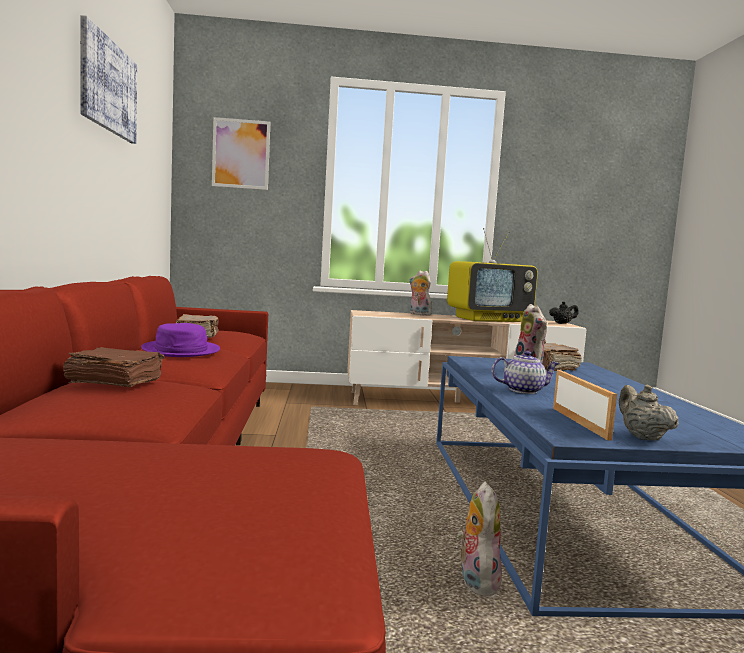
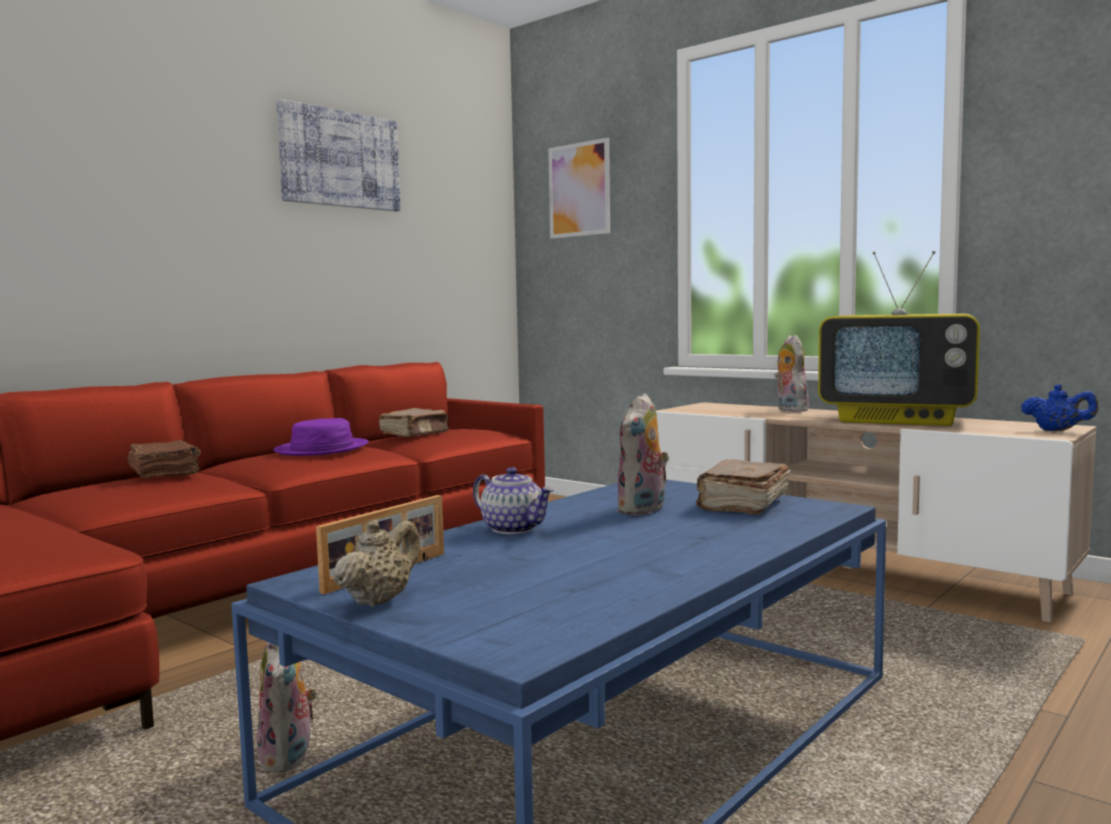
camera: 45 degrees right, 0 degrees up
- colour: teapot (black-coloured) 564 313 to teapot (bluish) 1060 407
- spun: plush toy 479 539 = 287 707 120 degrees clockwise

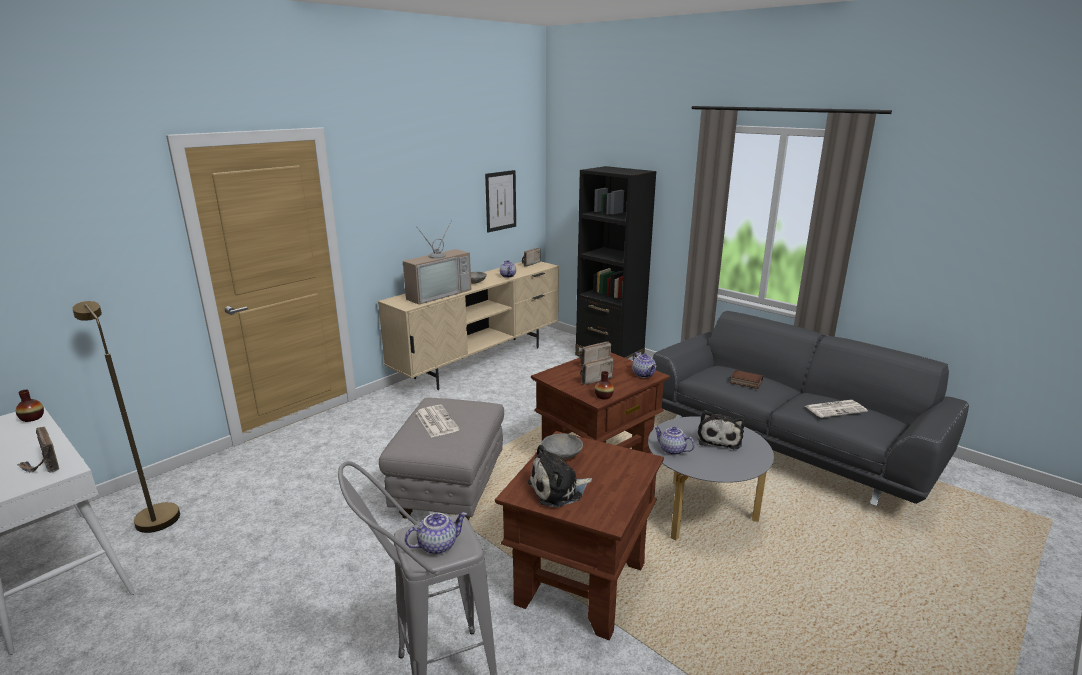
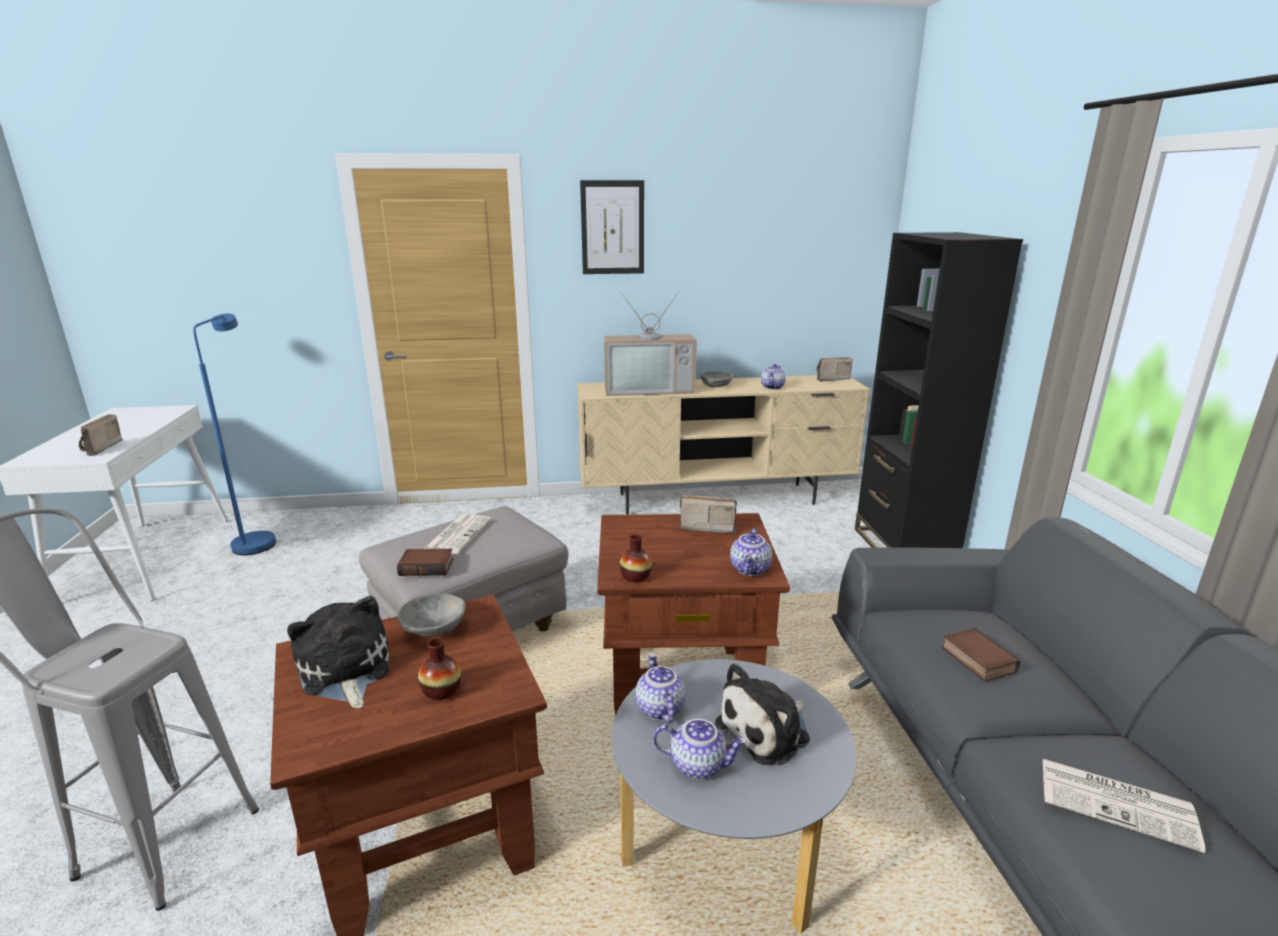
camera: 40 degrees right, 0 degrees up
- missing: radio 597 370
- appeared: bound book 425 562
- relocated: flower vase 30 406 to 439 669
- relocated: teapot 436 533 to 700 749
- relocated: wall picture 500 201 to 612 227
- colour: floor lamp (brownish) 126 417 to floor lamp (bluish) 234 434
- spun: plush toy 560 475 = 338 652 45 degrees clockwise

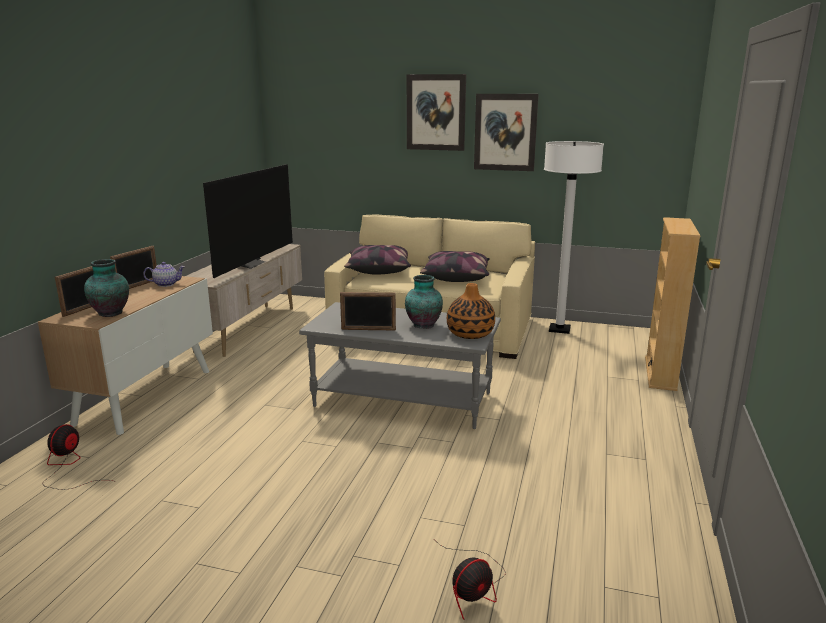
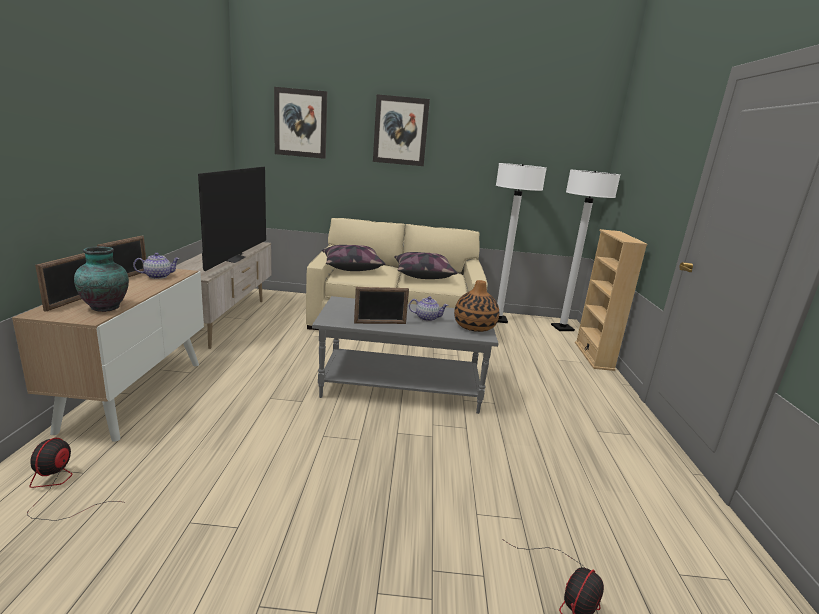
camera: 15 degrees left, 0 degrees up
- appeared: floor lamp (white) 585 250
- relocated: wall picture 506 132 to 300 123
- exchanged: flower vase 424 302 to teapot 429 308

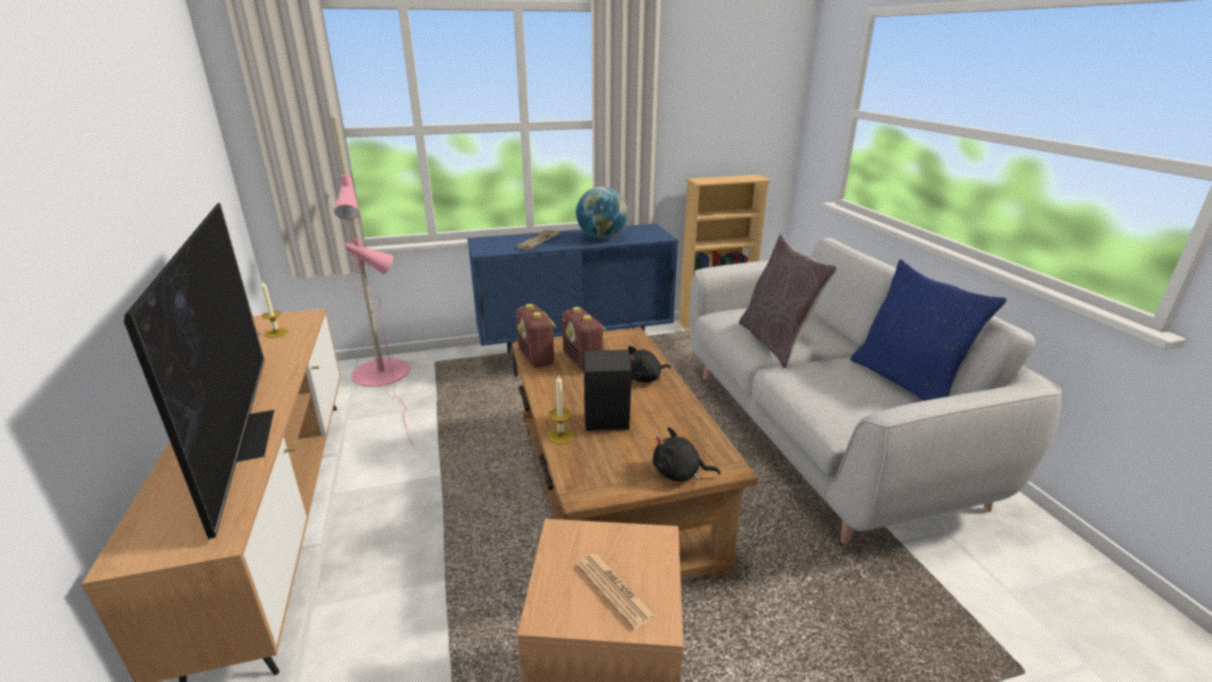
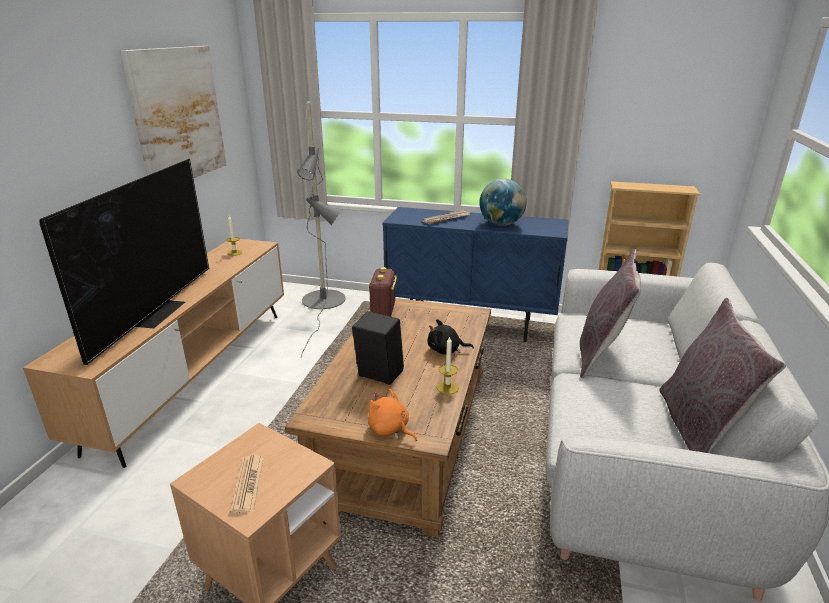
camera: 30 degrees right, 0 degrees up
- missing: radio 584 339
- appeared: wall picture 173 112
- relocated: wax light 561 409 to 448 365
- colour: floor lamp (pink-coloured) 372 281 to floor lamp (grey) 321 229
- colour: plush toy (black-coloured) 687 454 to plush toy (orangey) 392 415
- colour: throw pillow (bluish) 929 330 to throw pillow (grey) 722 375

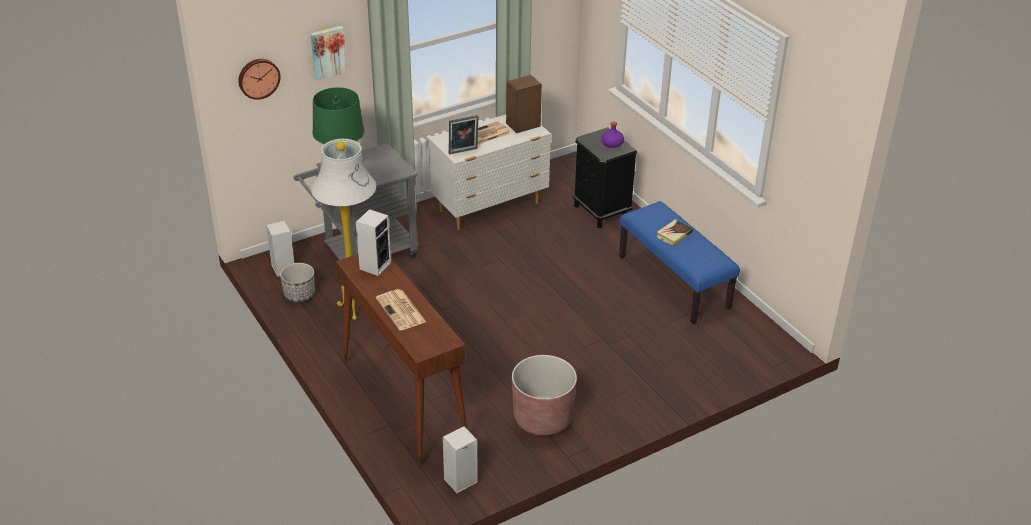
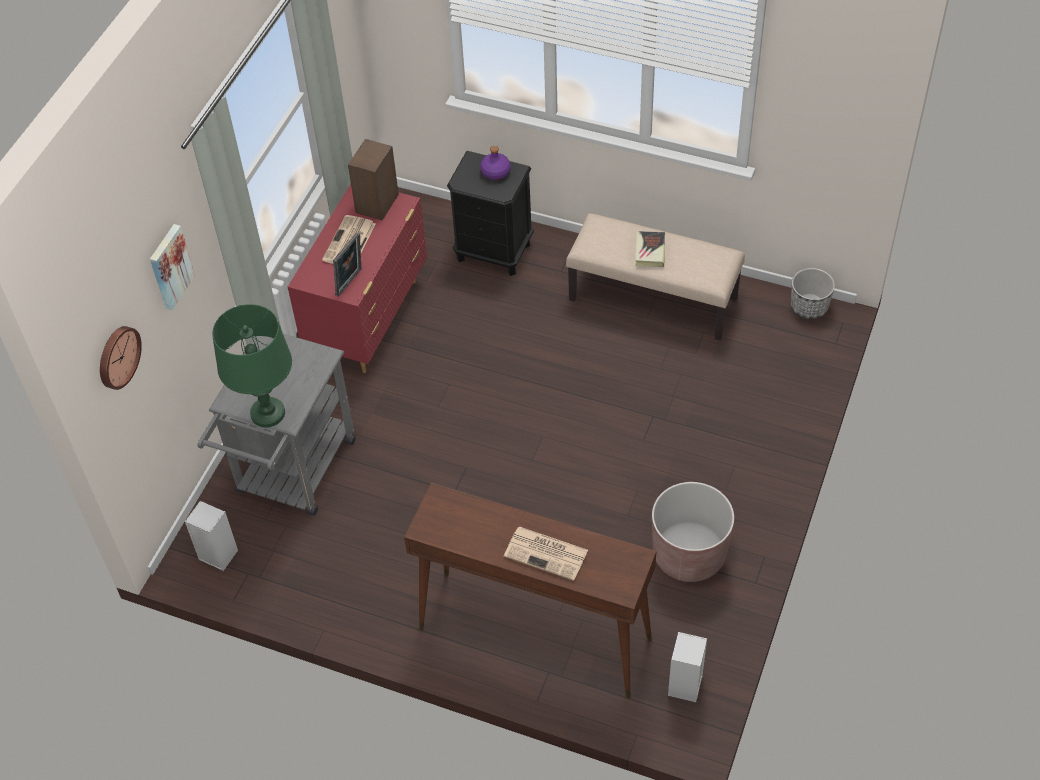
camera: 35 degrees left, 15 degrees up
- missing: floor lamp (white) 343 229
- missing: audio speaker 373 242
- relocated: flower pot 297 282 to 813 293
- colour: chest of drawers (white) 489 172 to chest of drawers (red) 357 278
- colour: long seat (bluish) 679 262 to long seat (beige-coloured) 655 276

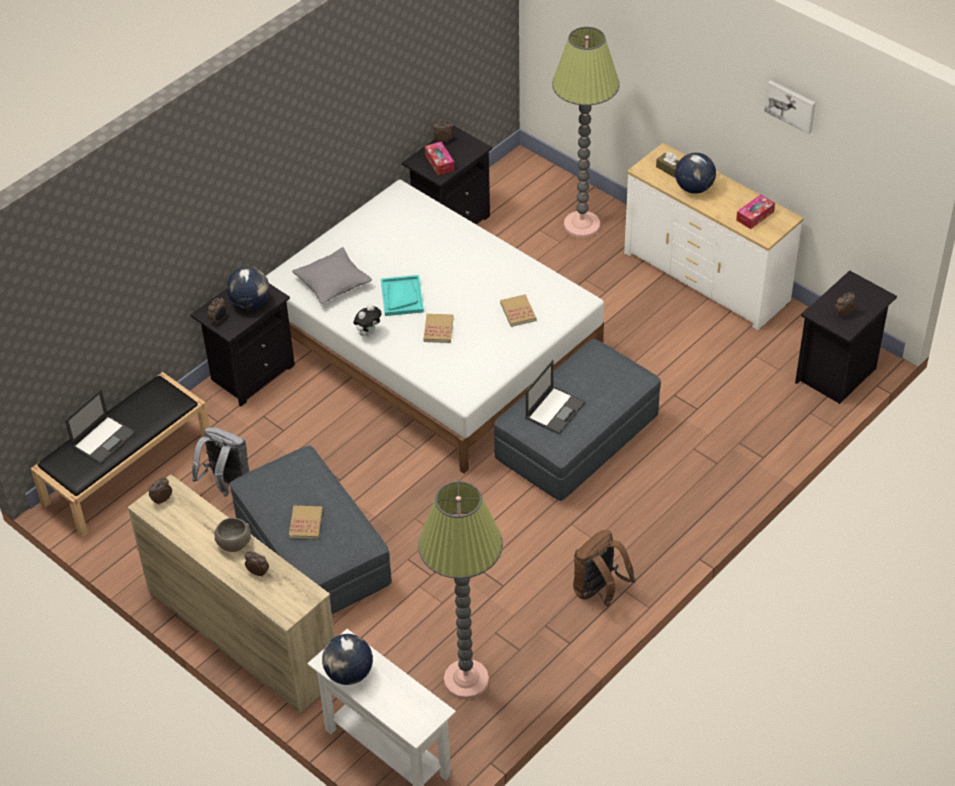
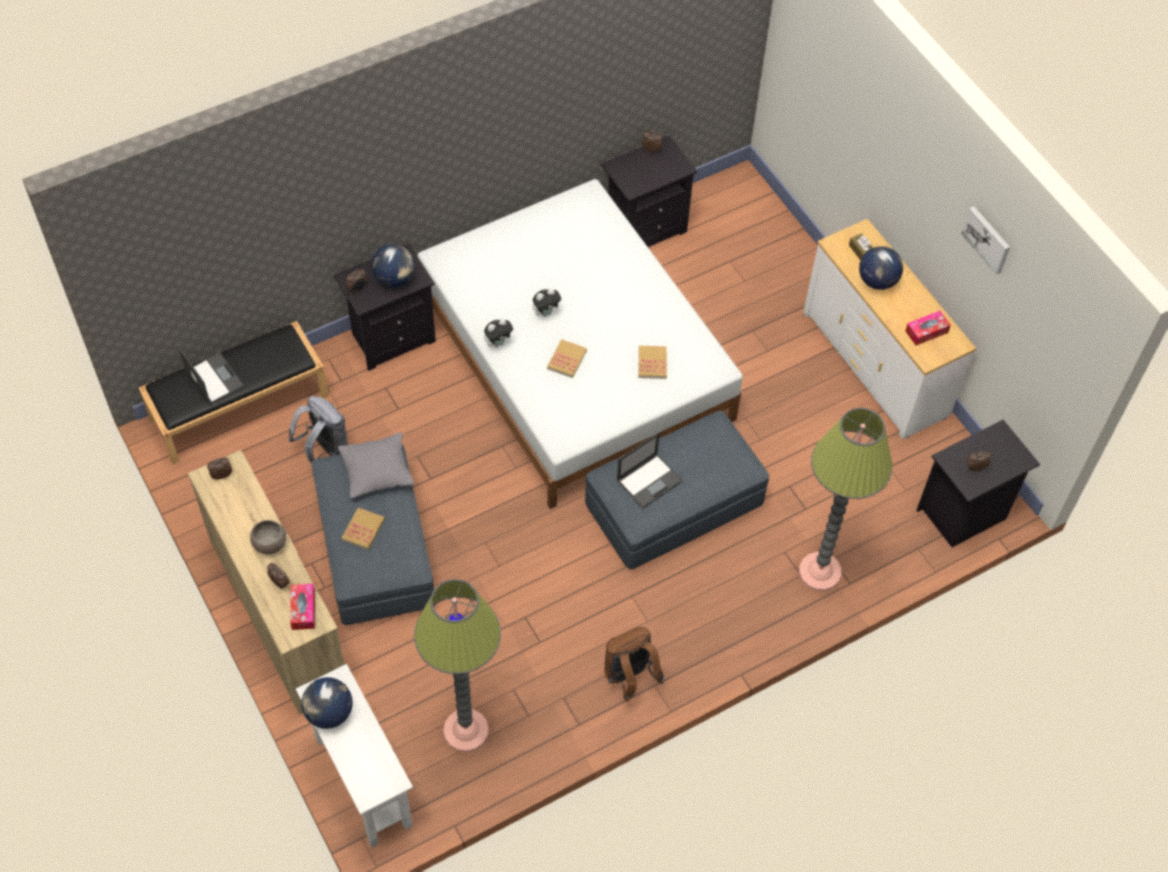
camera: 15 degrees right, 10 degrees up
- relocated: throw pillow (grey) 332 275 to 376 465
- relocated: tissue box 440 158 to 302 607
- relocated: floor lamp 585 132 to 846 499
- exchanged: tray (turquoise) 402 295 to plush toy 547 302
- spun: portable computer 100 426 = 212 376 90 degrees counterclockwise

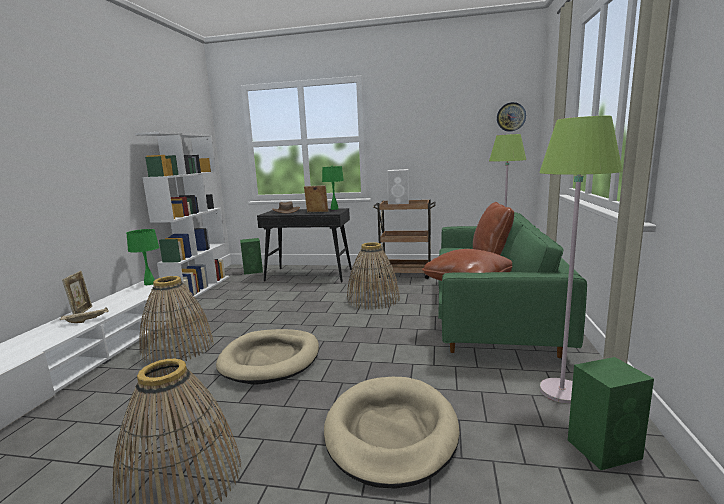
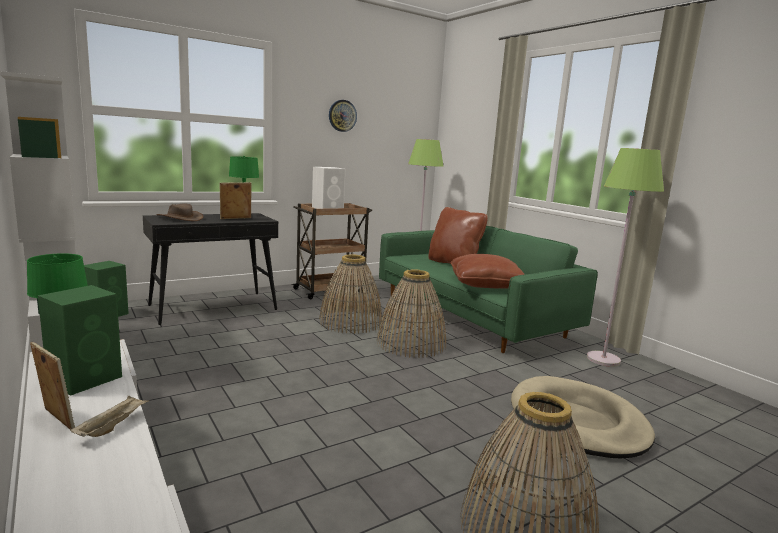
camera: 45 degrees left, 0 degrees up
- missing: dog cushion (beige-coloured) 267 357
- relocated: storage basket 176 320 to 411 313
- relocated: clock on the wall 511 117 to 343 116
- relocated: audio speaker (greenish) 611 413 to 80 340

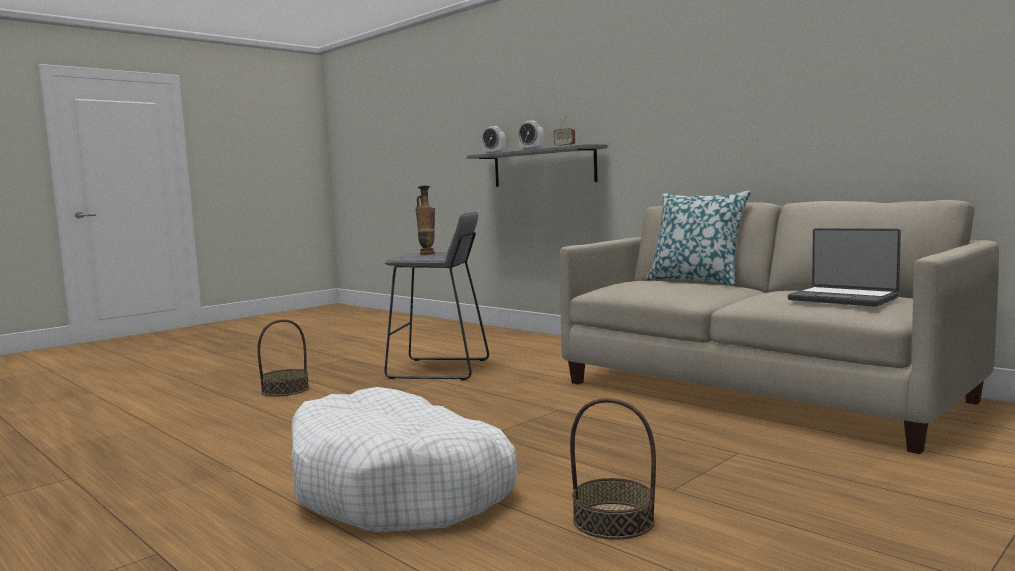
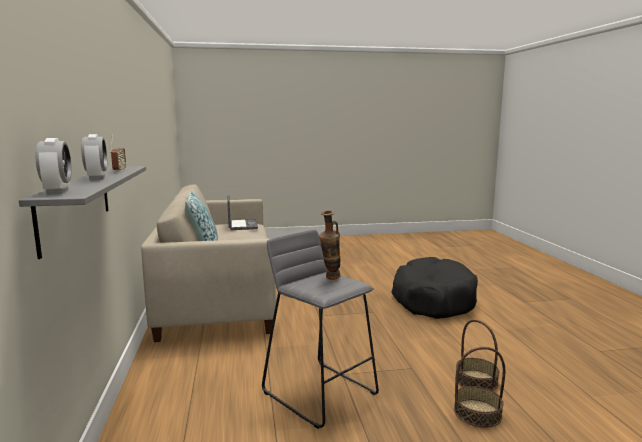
camera: 145 degrees left, 5 degrees up
- relocated: storage basket 613 469 to 477 355
- colour: dog cushion (white) 404 459 to dog cushion (black-coloured) 434 288

